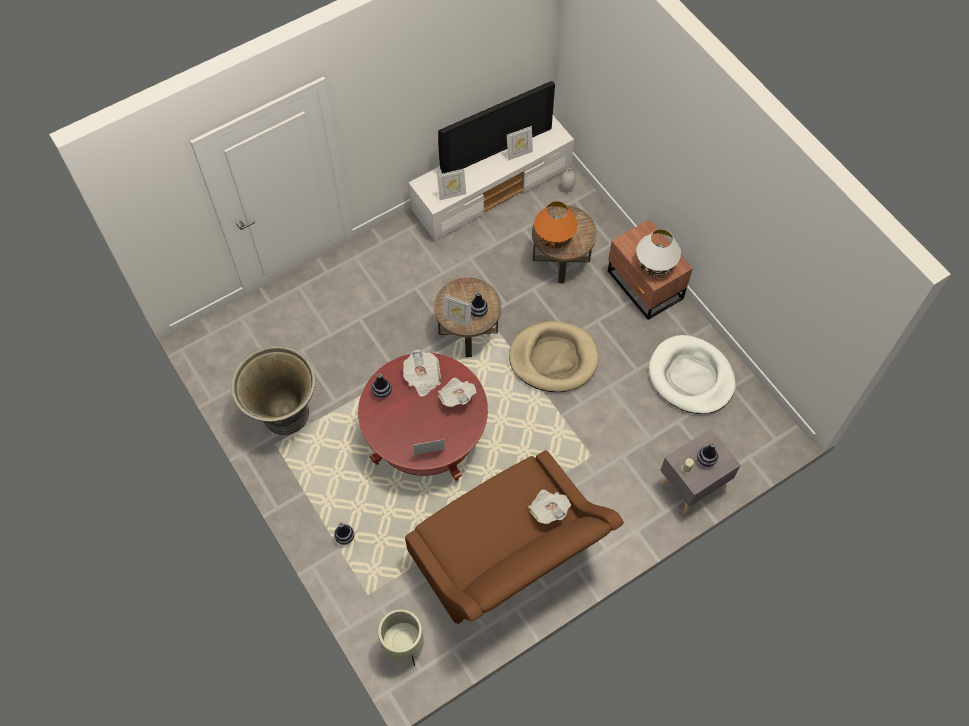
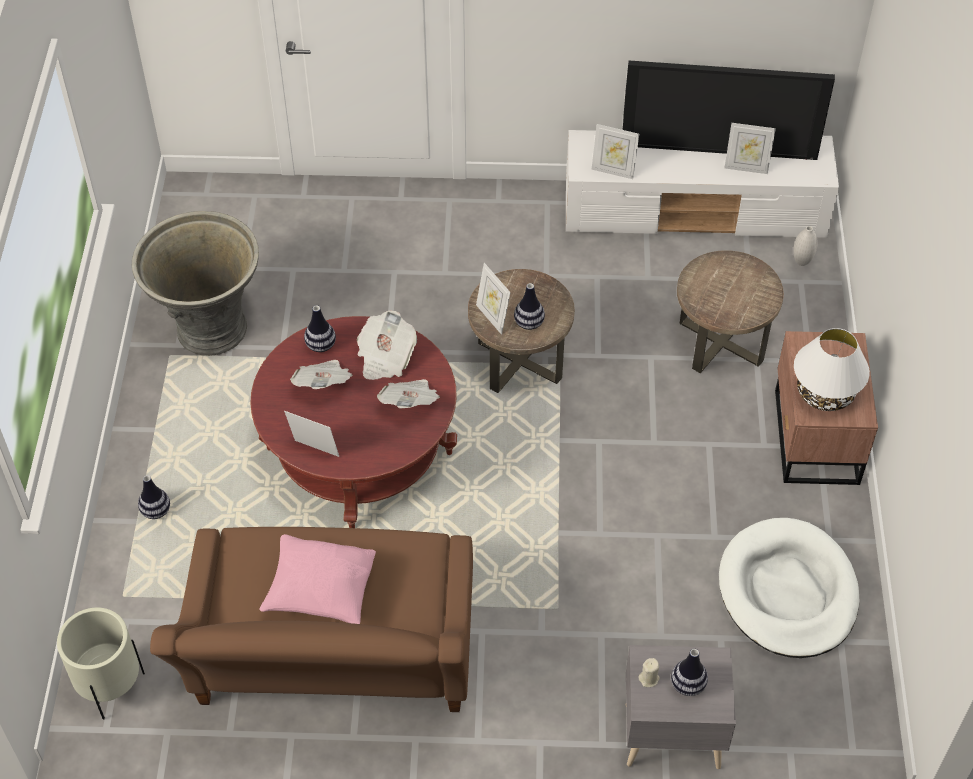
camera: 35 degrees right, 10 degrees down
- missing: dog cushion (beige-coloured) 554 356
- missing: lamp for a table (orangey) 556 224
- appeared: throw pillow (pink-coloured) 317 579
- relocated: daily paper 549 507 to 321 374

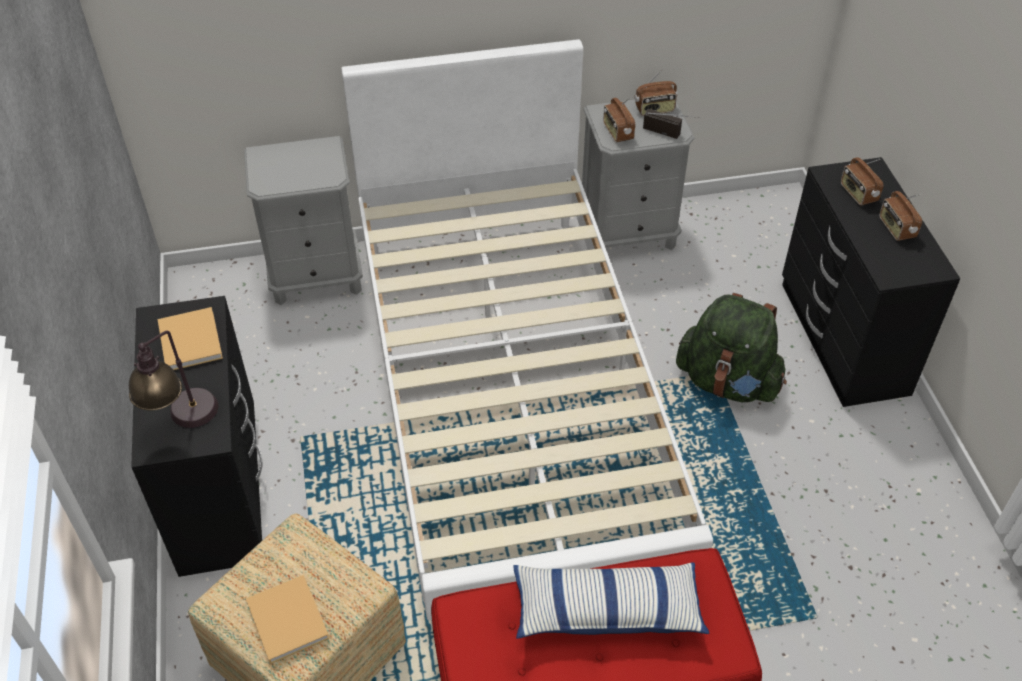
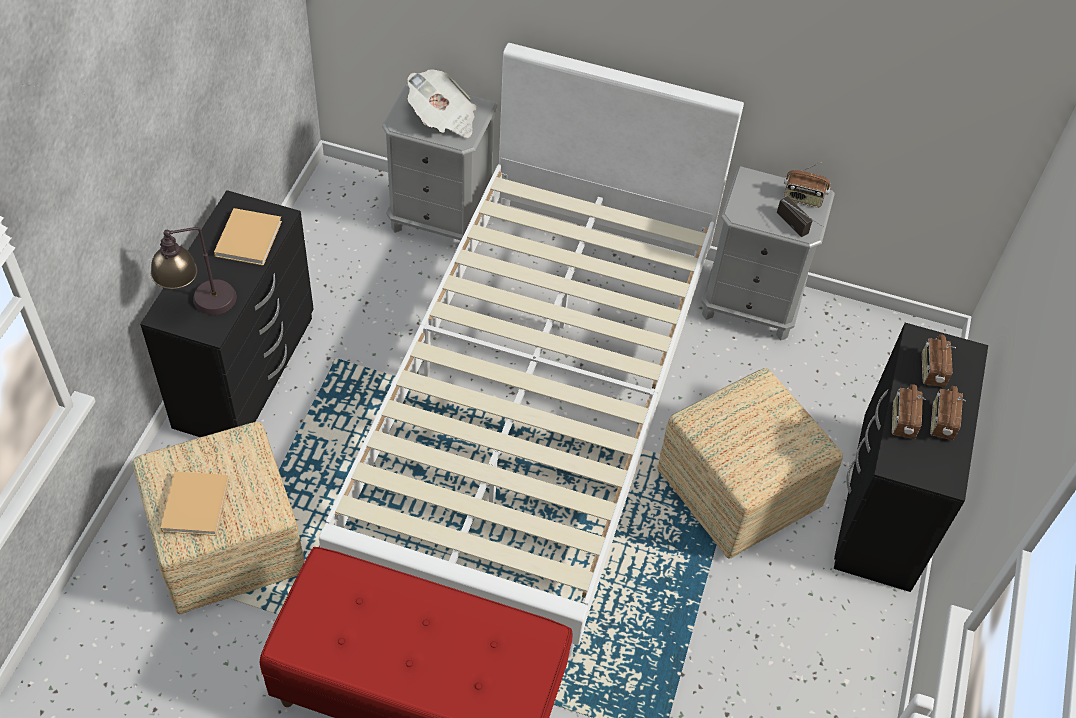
camera: 25 degrees right, 5 degrees up
- missing: throw pillow 611 600
- appeared: daily paper 441 104
- relocated: radio 619 120 to 909 411
- exchanged: knapsack (greenish) 731 347 to pouffe 750 463

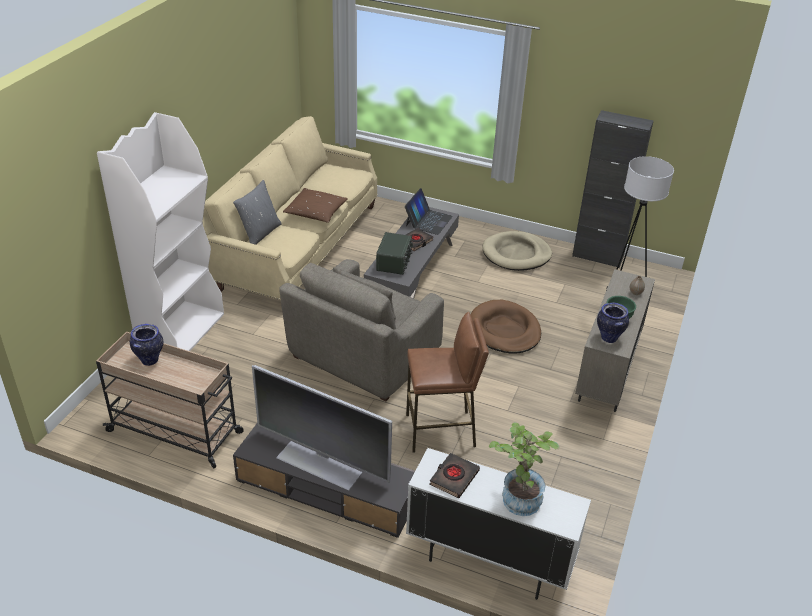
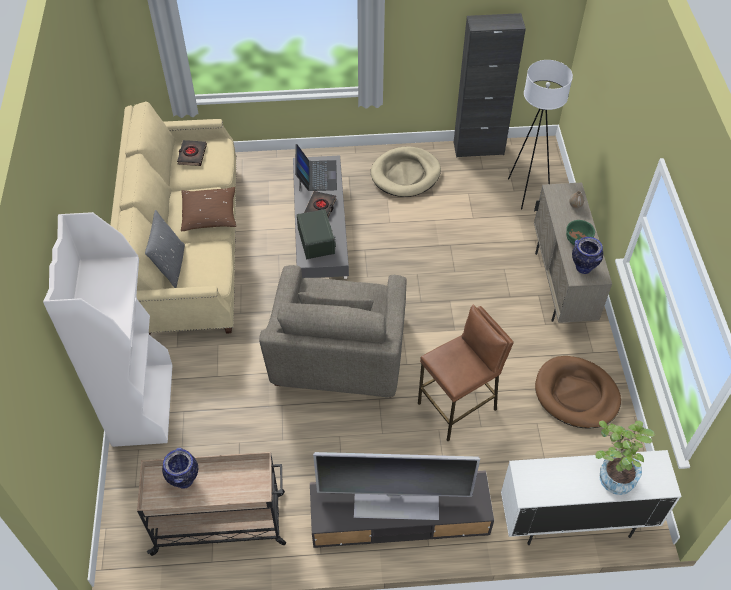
camera: 25 degrees left, 15 degrees up
- relocated: bound book (black-coloured) 454 475 to 192 153
- relocated: dog cushion (brownish) 506 327 to 578 392

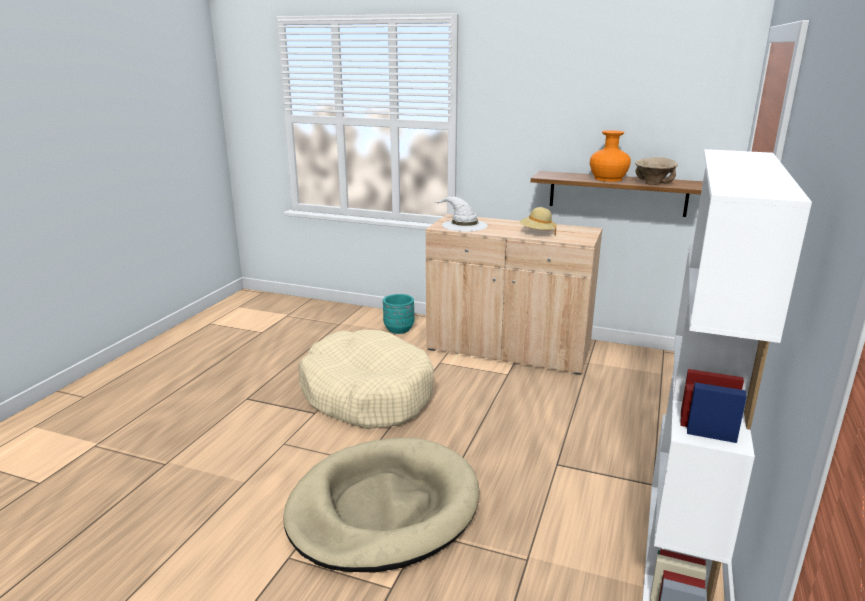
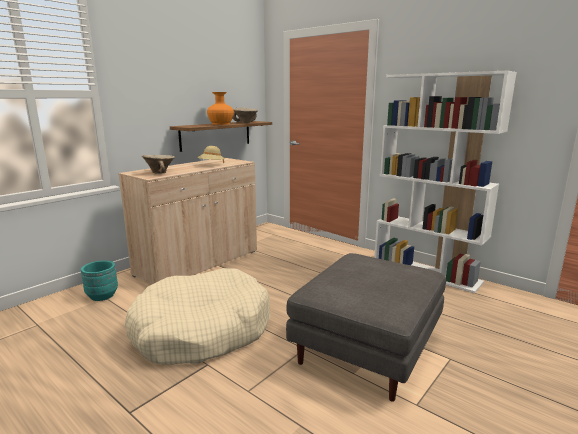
camera: 70 degrees left, 5 degrees down
- exchanged: dog cushion (beige-coloured) 381 505 to pouffe (grey) 366 327
- exchanged: clothing hat (white) 461 214 to bowl (beige-coloured) 158 164

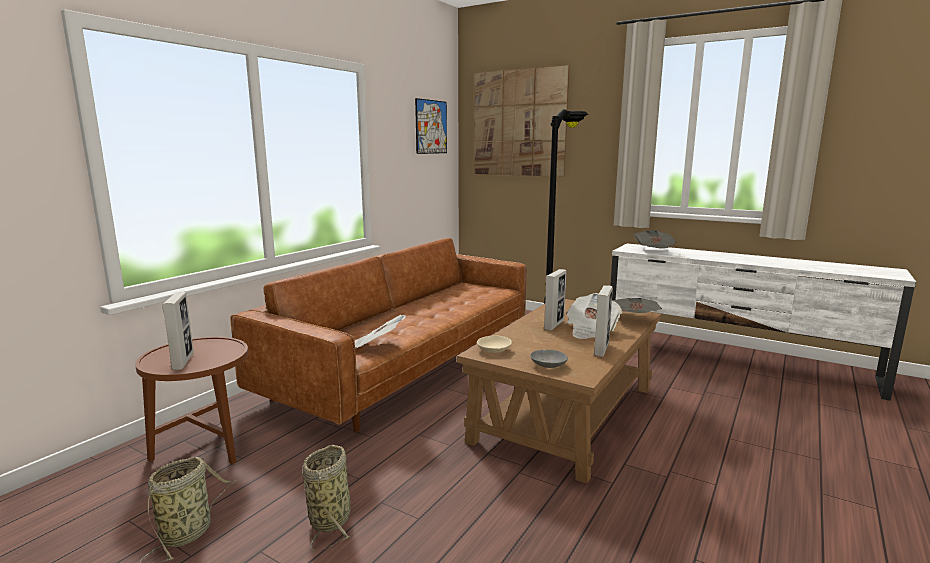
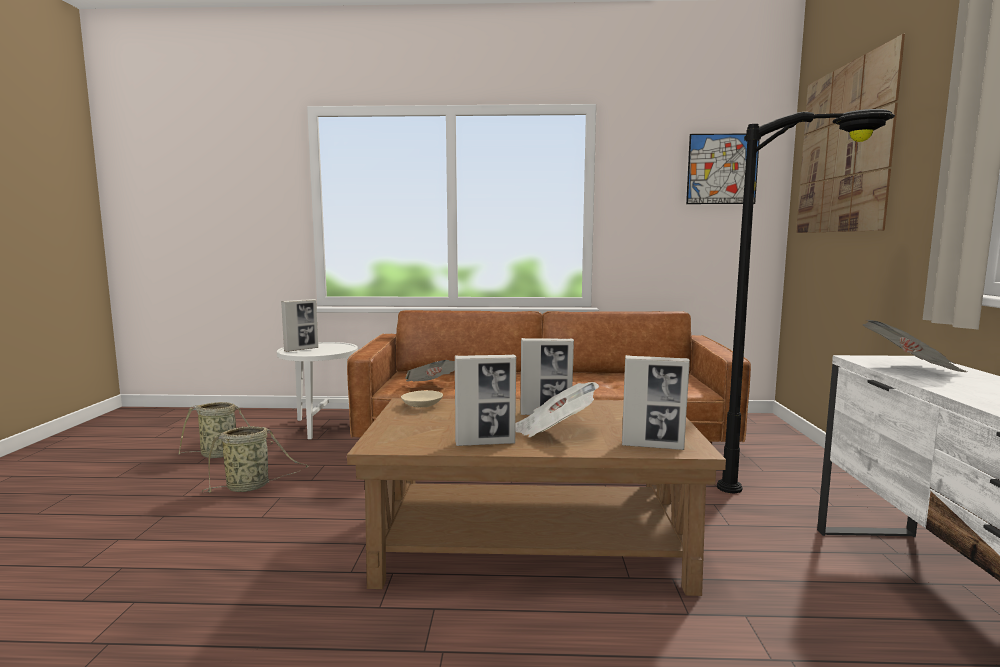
camera: 60 degrees right, 5 degrees down
- missing: bowl (grey) 549 359
- exchanged: daily paper 637 305 to photo frame 656 402
- colour: end table (brownish) 191 400 to end table (white) 317 390

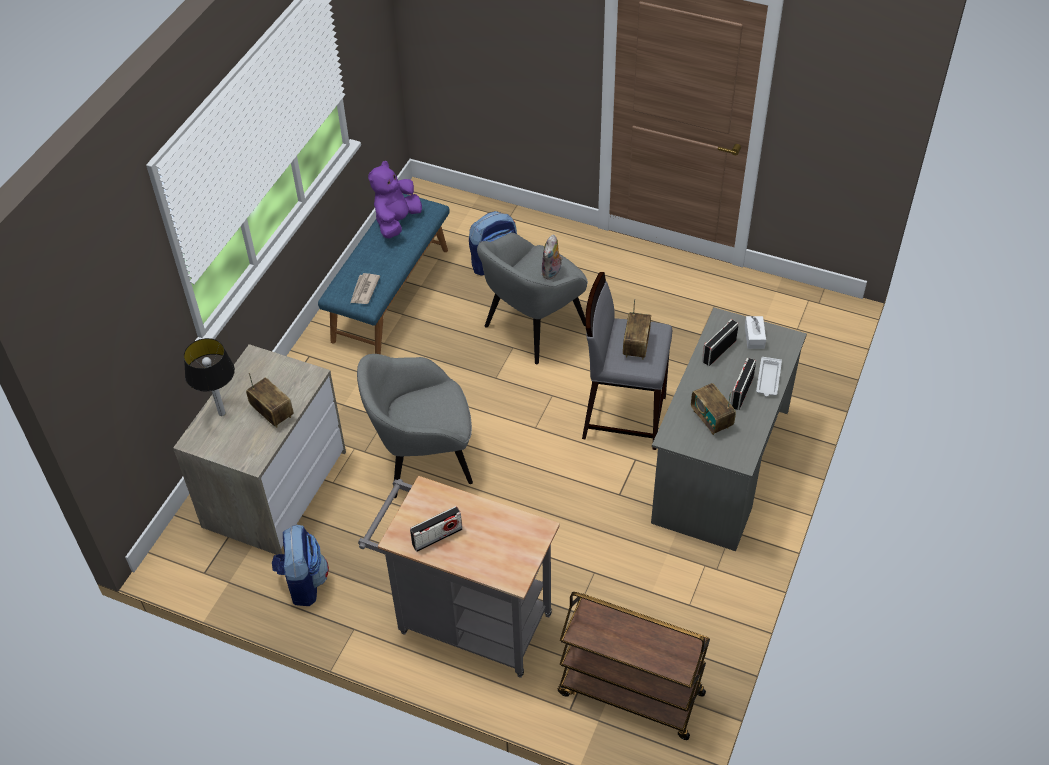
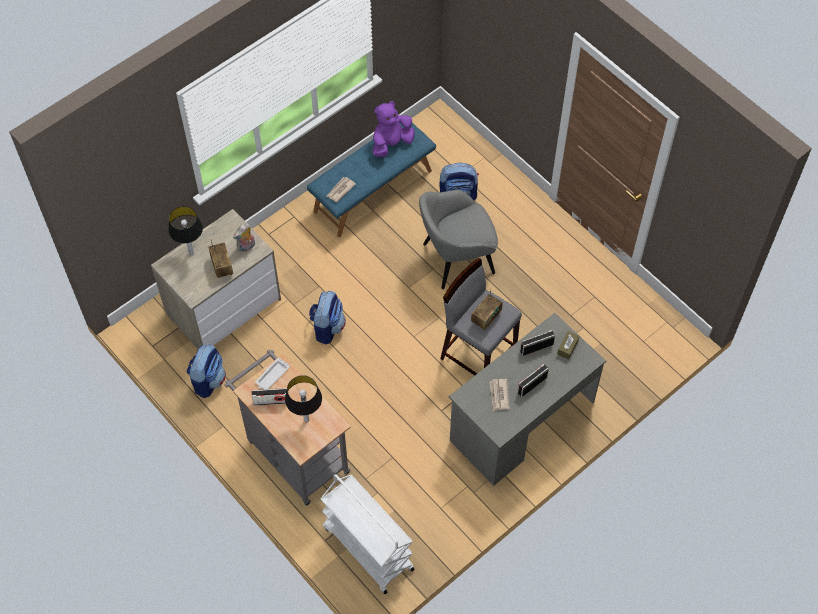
camera: 25 degrees right, 10 degrees up
- appeared: lamp for a table 303 398
- relocated: plush toy 552 257 to 244 237
- relocated: tray (white) 769 377 to 272 374
- exchanged: armchair (grey) 415 426 to knapsack 327 318
- exchanged: radio 713 409 to daily paper 500 395
- colour: trolley (brownish) 634 666 to trolley (white) 368 534
- colour: tissue box (white) 755 332 to tissue box (brownish) 568 345

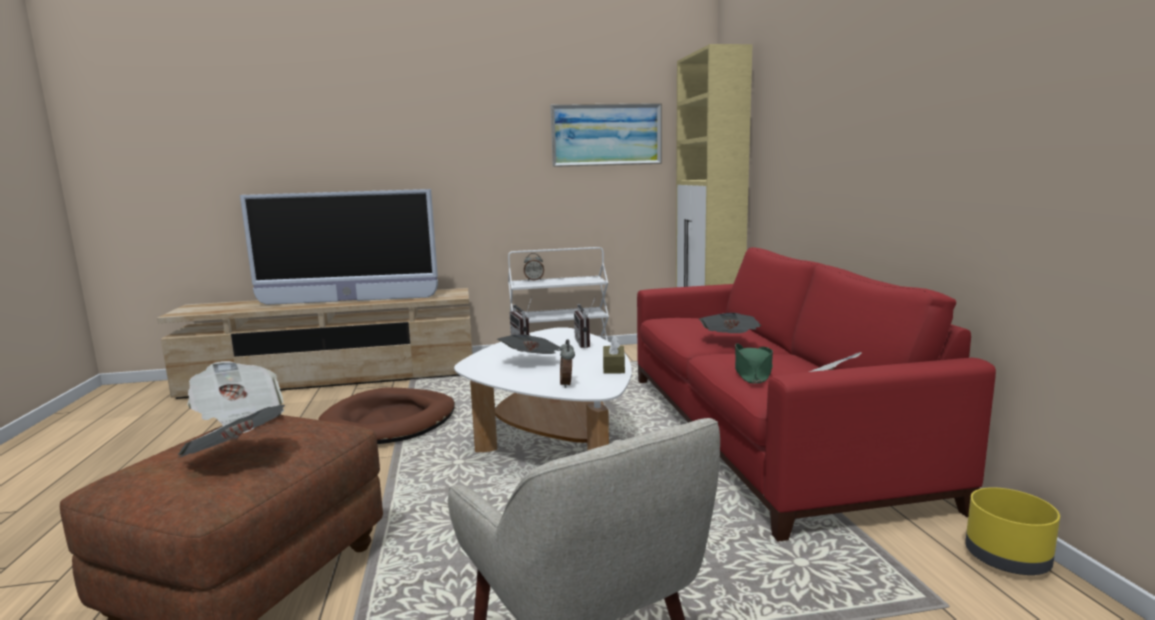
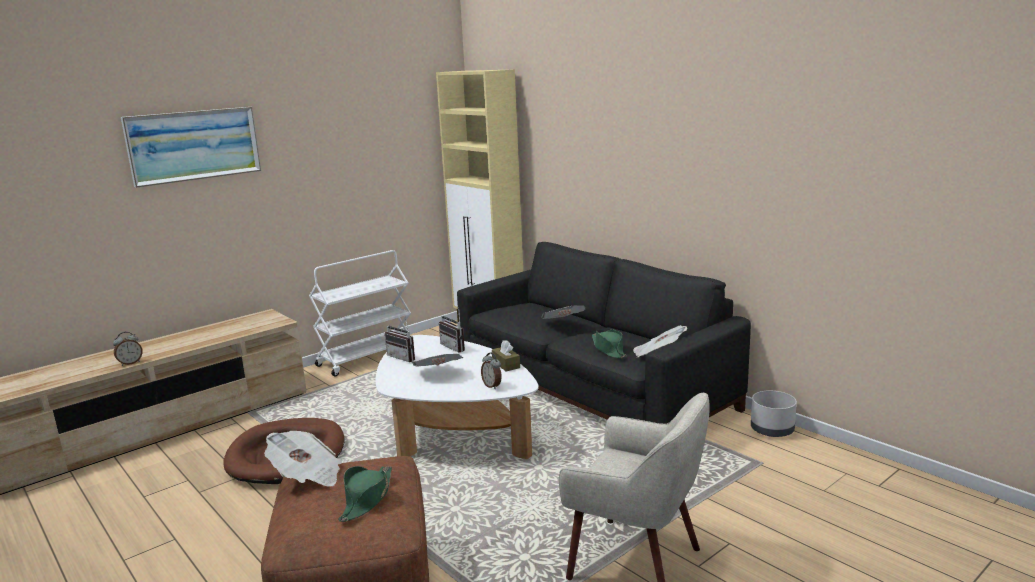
camera: 30 degrees left, 5 degrees up
- missing: TV set 339 247
- relocated: bedside clock 534 267 to 128 349
- relocated: wall picture 606 135 to 191 147
- exchanged: daily paper 231 431 to clothing hat (greenish) 365 494
- colour: settee (red) 816 394 to settee (black-coloured) 604 333
- colour: flower pot (yellow-coloured) 1012 531 to flower pot (grey) 774 414

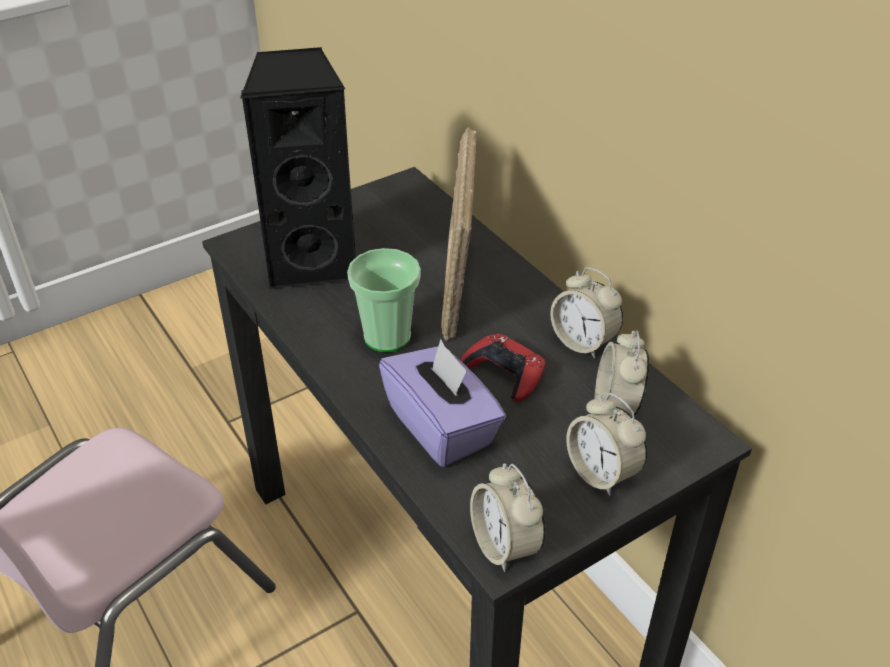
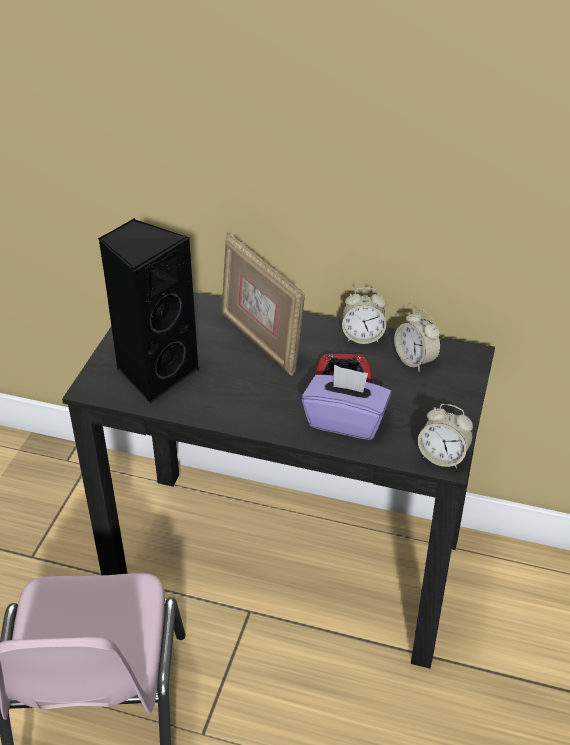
camera: 40 degrees left, 0 degrees up
- missing: drinking cup 384 300
- missing: bedside clock 606 444

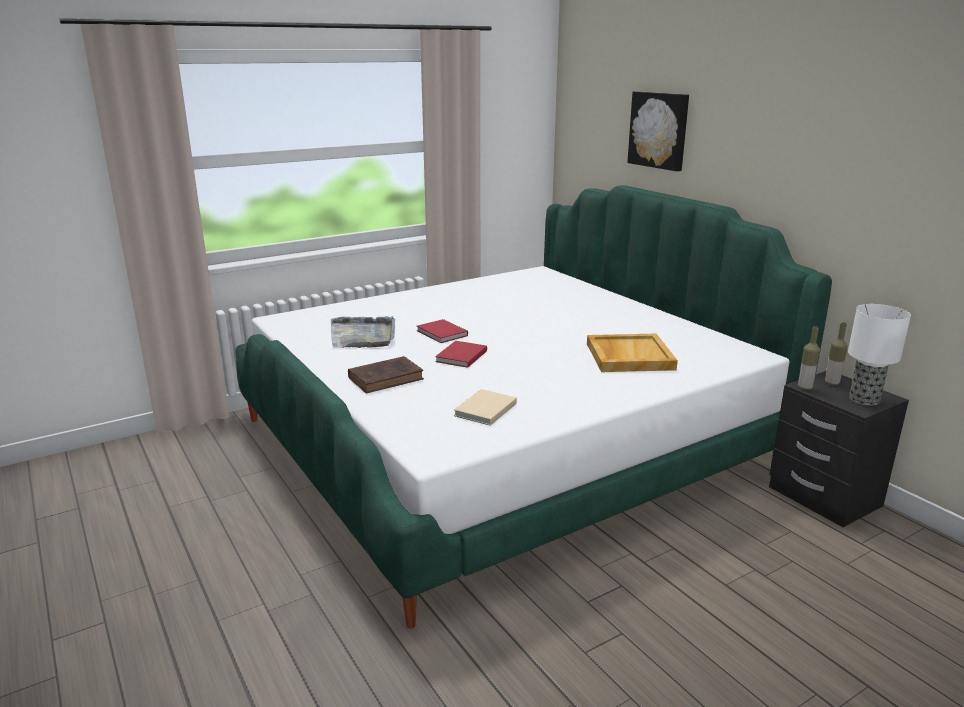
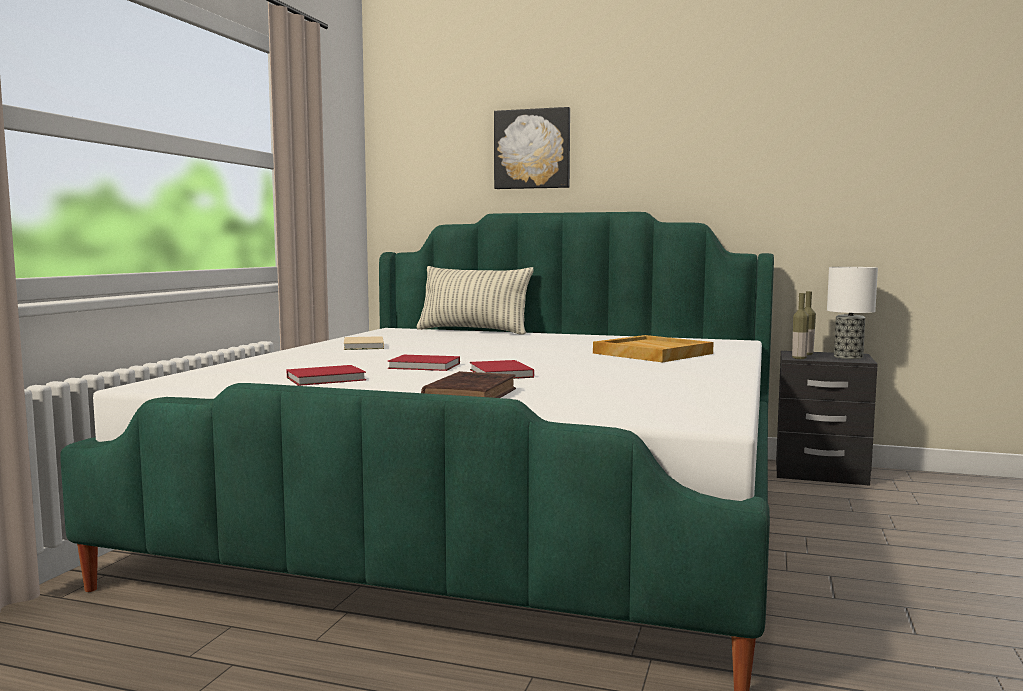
camera: 40 degrees left, 15 degrees down
- appeared: throw pillow 475 300
- relocated: bound book (beige-coloured) 485 407 to 364 343
- exchanged: tray (grey) 363 332 to bound book (red) 326 375

